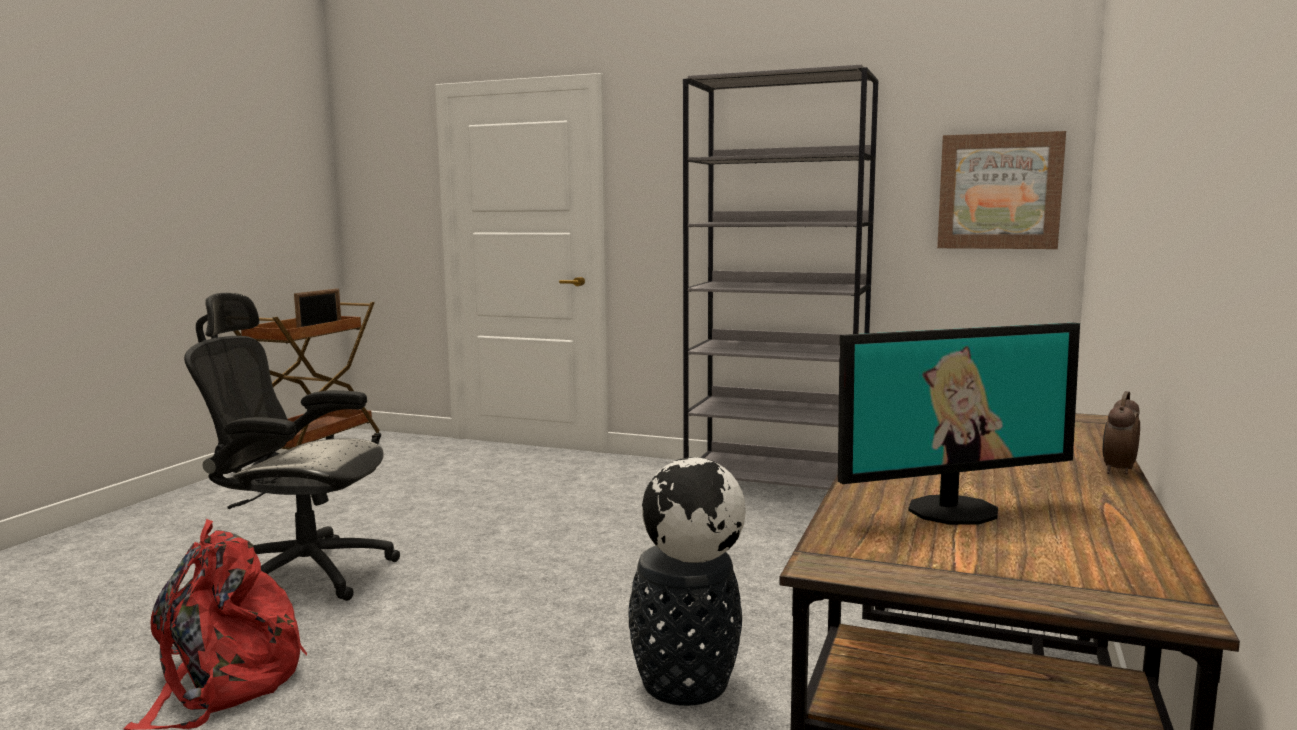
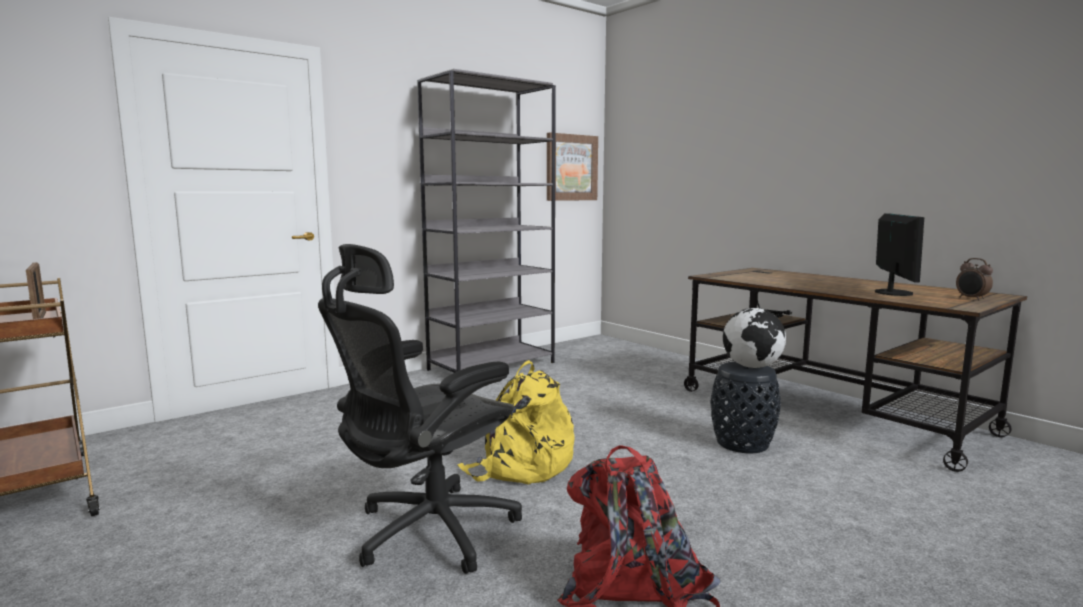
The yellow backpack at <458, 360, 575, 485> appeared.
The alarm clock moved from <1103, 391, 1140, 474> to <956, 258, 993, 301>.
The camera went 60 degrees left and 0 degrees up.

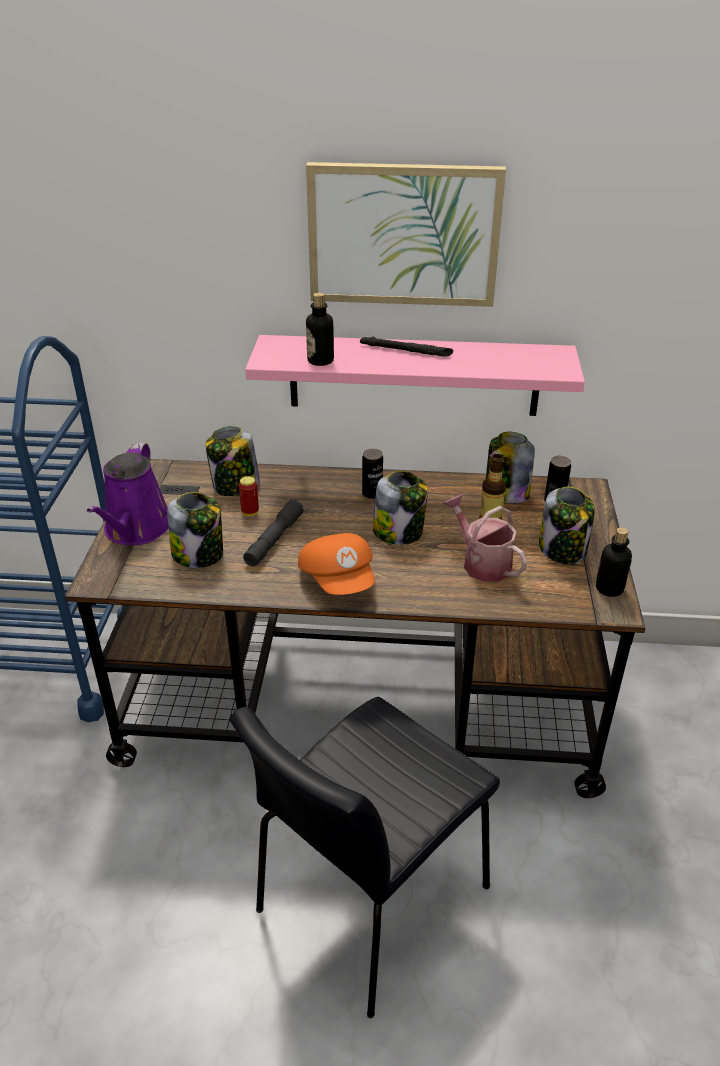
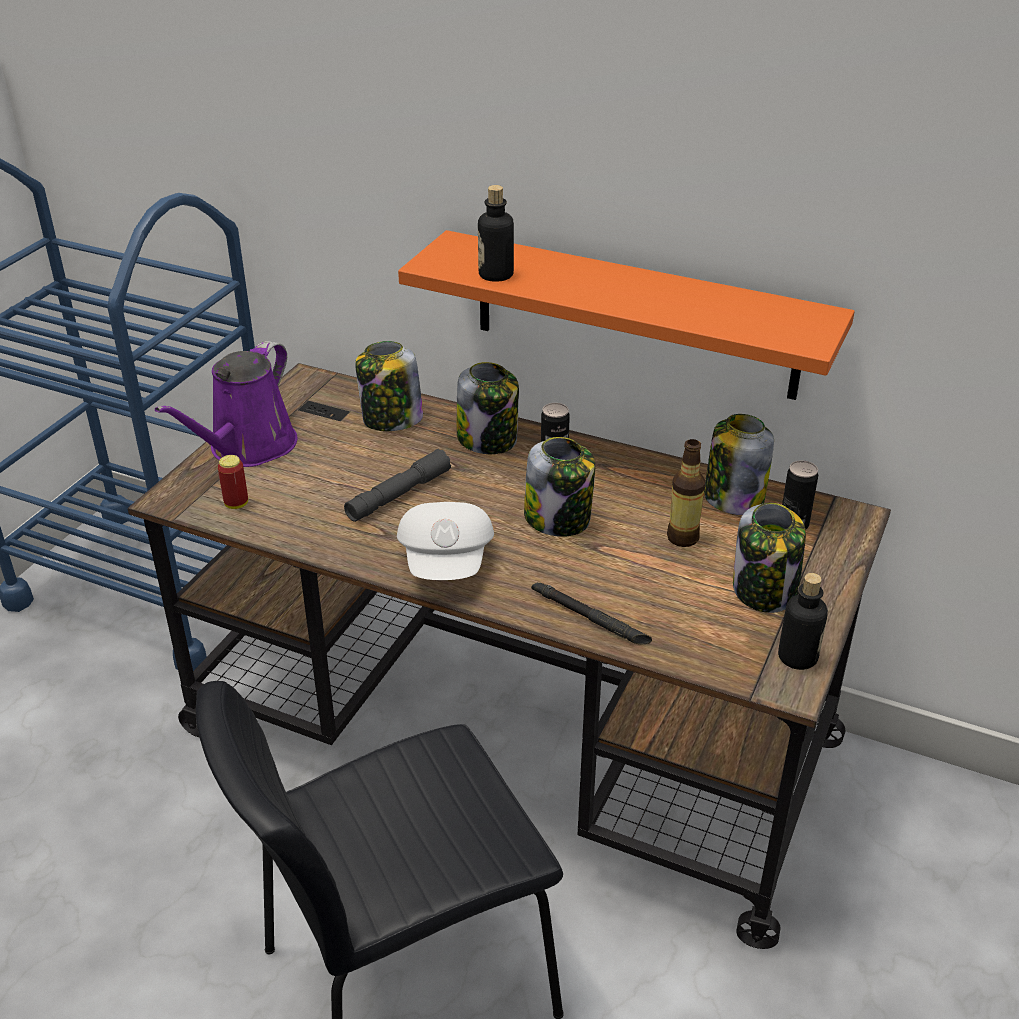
The can moved from <239, 476, 259, 516> to <218, 455, 248, 509>.
The orange cap at <298, 533, 375, 595> became the white cap at <397, 502, 494, 580>.
The pink shelf at <245, 335, 585, 416> became the orange shelf at <398, 230, 855, 400>.
The jar moved from <167, 492, 223, 568> to <457, 362, 519, 454>.
The black flashlight moved from <360, 336, 453, 357> to <531, 582, 652, 644>.
The picture at <306, 162, 506, 307> disappeared.
The watering can at <443, 494, 527, 582> disappeared.
The camera went 20 degrees right and 0 degrees up.

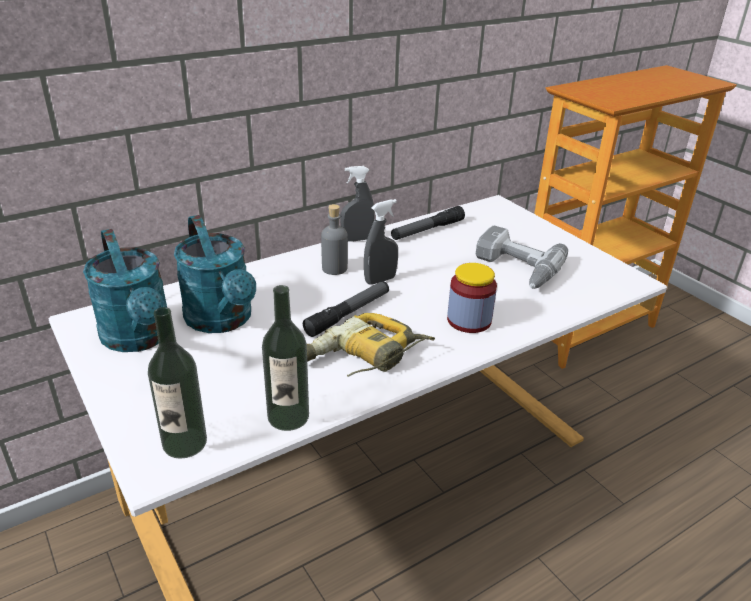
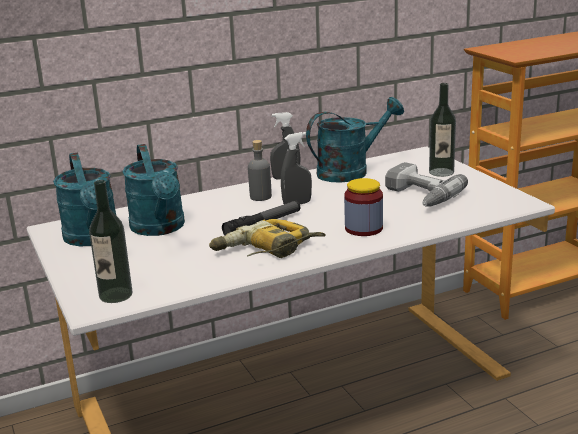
The flashlight at <391, 206, 465, 240> was replaced by the turquoise watering can at <306, 97, 404, 183>.
The bottle moved from <262, 285, 309, 431> to <429, 83, 456, 177>.
The camera went 10 degrees right and 10 degrees down.

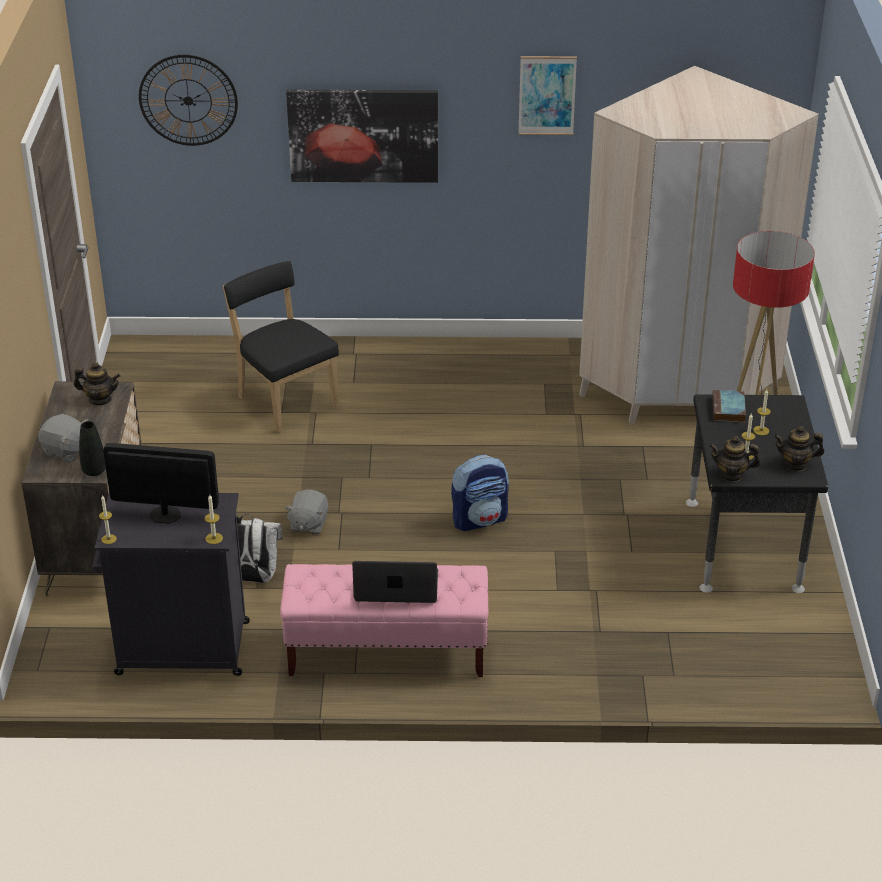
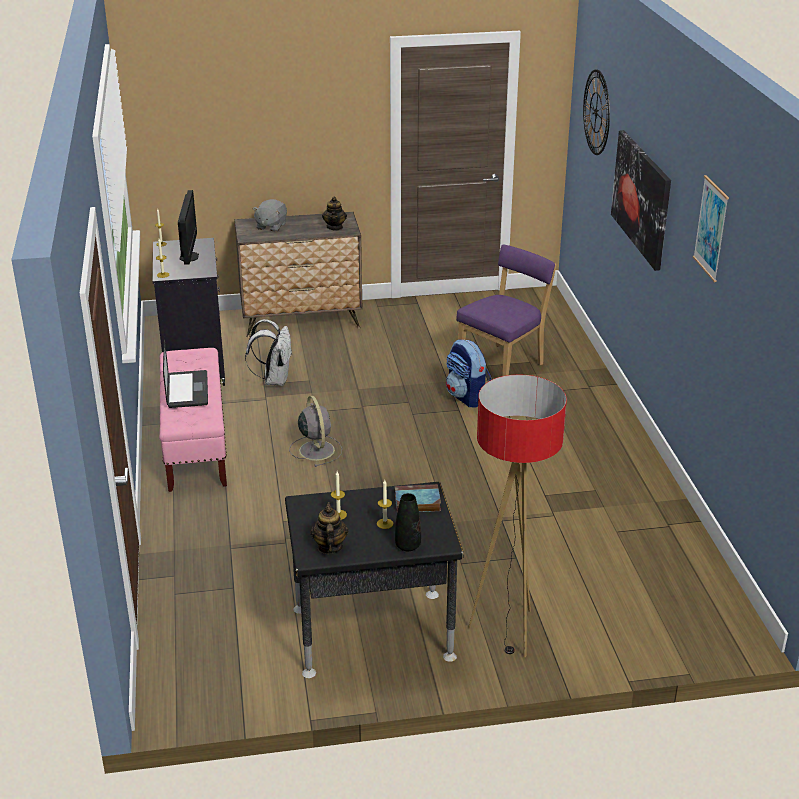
The grey fan at <289, 396, 342, 467> appeared.
The black vase moved from <79, 421, 106, 476> to <395, 493, 421, 551>.
The backpack moved from <451, 455, 509, 531> to <446, 339, 492, 408>.
The black chair at <223, 261, 339, 433> became the purple chair at <456, 244, 557, 376>.
The grey plush toy at <285, 490, 328, 535> disappeared.
The beige wardrobe at <579, 66, 819, 424> disappeared.
The teapot at <709, 436, 760, 482> disappeared.
The camera went 80 degrees right and 5 degrees down.

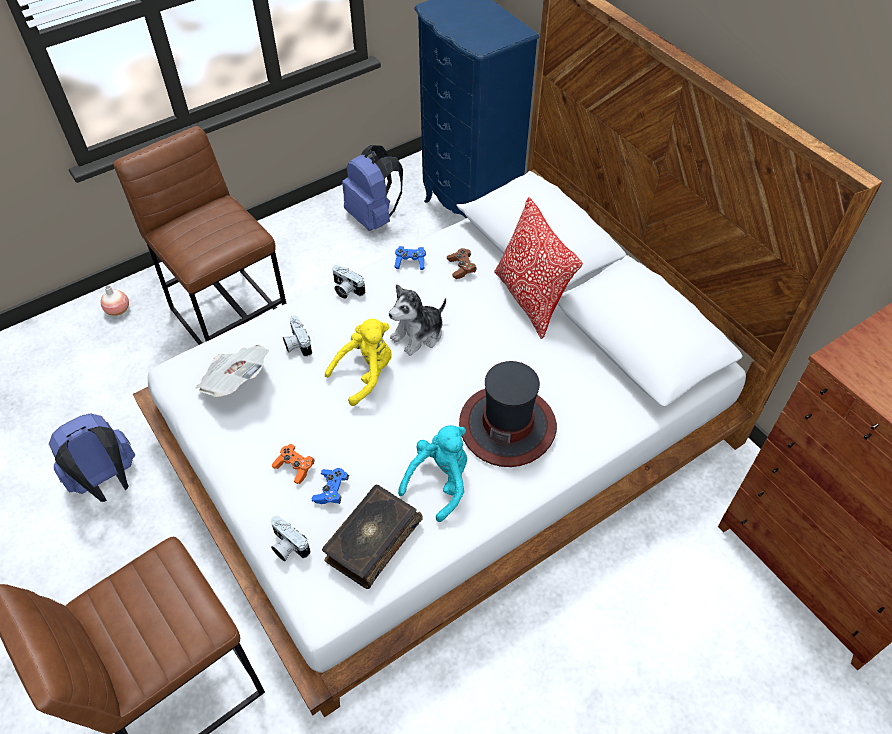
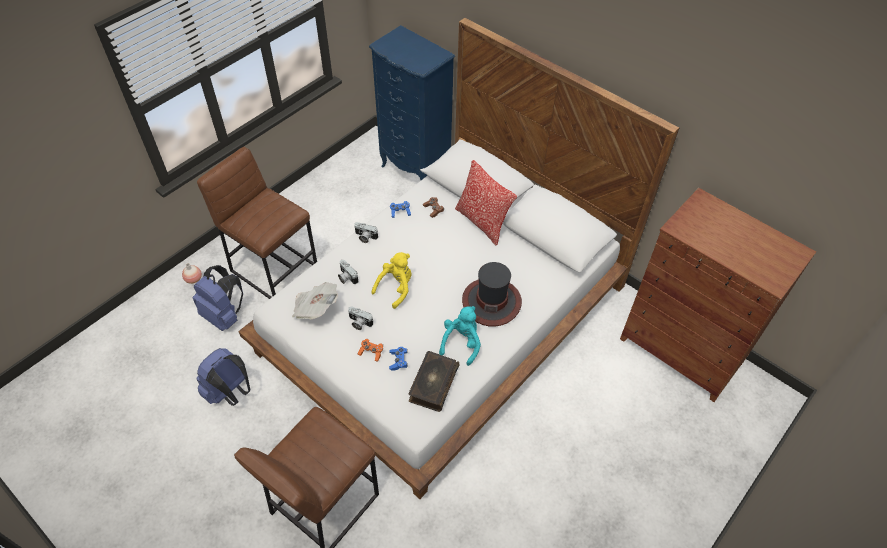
The blue backpack moved from <342, 145, 403, 231> to <193, 265, 243, 331>.
The photo camera moved from <271, 516, 310, 561> to <348, 307, 373, 330>.
The plush toy at <389, 284, 446, 356> disappeared.
The camera went 15 degrees left and 0 degrees up.

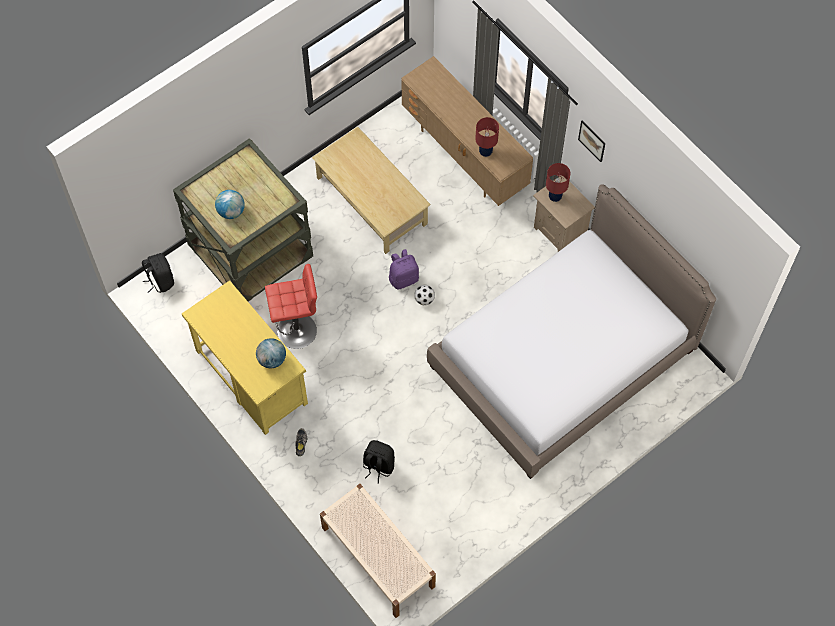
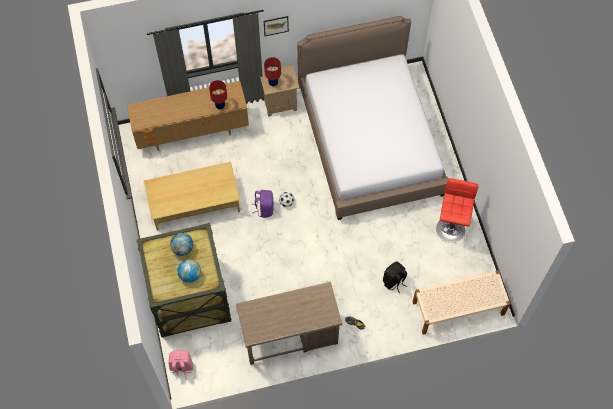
The black backpack at <142, 253, 174, 293> became the pink backpack at <169, 350, 193, 380>.
The globe moved from <256, 338, 286, 368> to <170, 233, 193, 256>.
The yellow desk at <182, 280, 308, 435> became the brown desk at <236, 282, 342, 365>.
The red stool moved from <265, 264, 317, 349> to <436, 178, 478, 243>.
The camera went 65 degrees left and 0 degrees up.

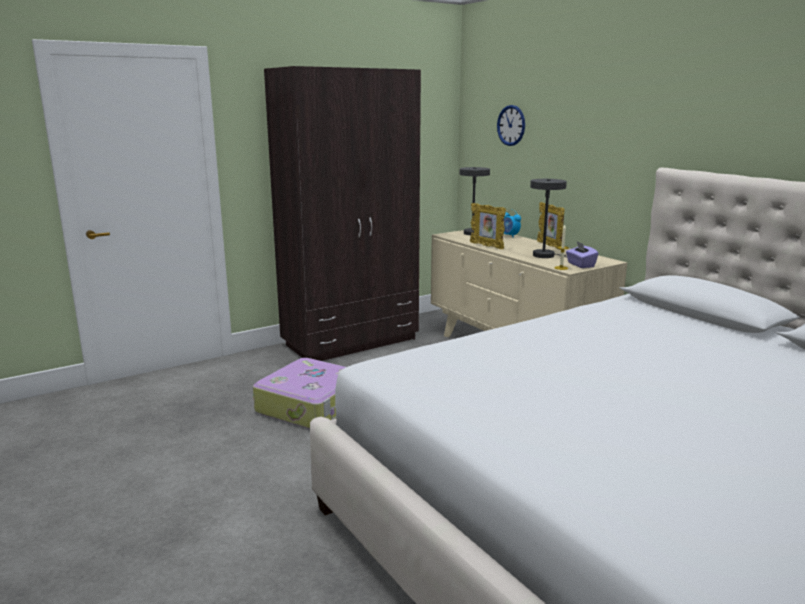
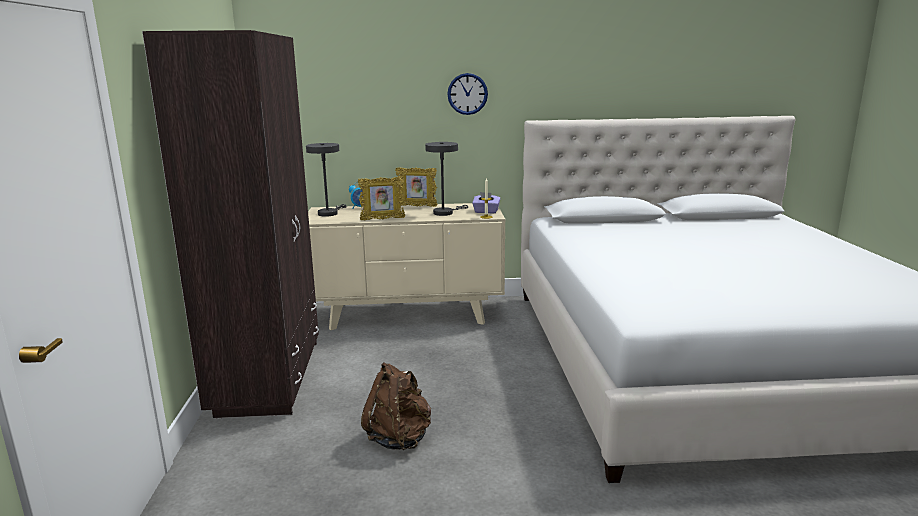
The suitcase at <253, 358, 346, 429> was replaced by the brown backpack at <361, 362, 431, 450>.
The wall clock moved from <497, 105, 525, 146> to <447, 73, 488, 115>.
The camera went 60 degrees left and 0 degrees up.

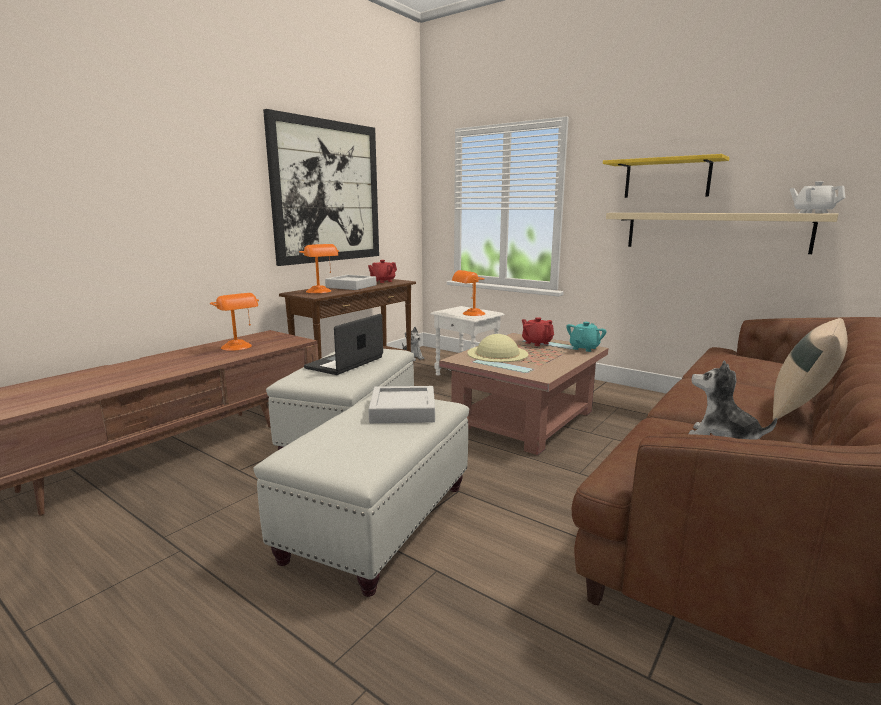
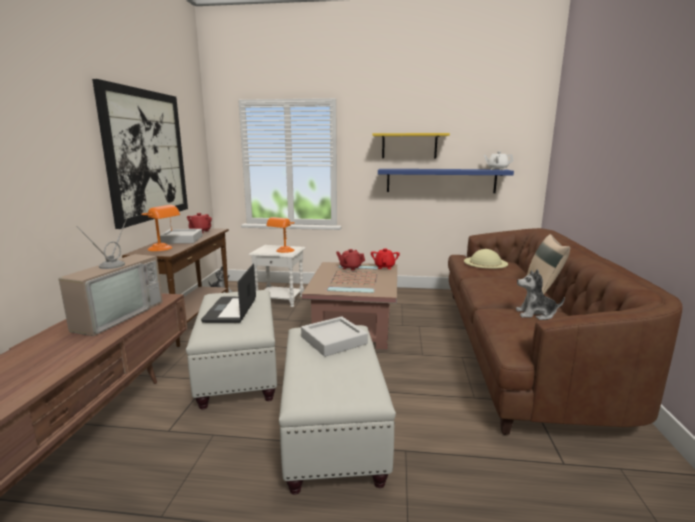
The orange table lamp at <210, 293, 259, 351> was replaced by the television at <58, 216, 163, 336>.
The turquoise teapot at <566, 322, 607, 352> became the red teapot at <371, 248, 400, 269>.
The beige shelf at <606, 213, 838, 254> became the blue shelf at <378, 169, 514, 193>.
The beige hat moved from <467, 334, 528, 362> to <464, 249, 508, 269>.
The camera went 30 degrees left and 0 degrees up.

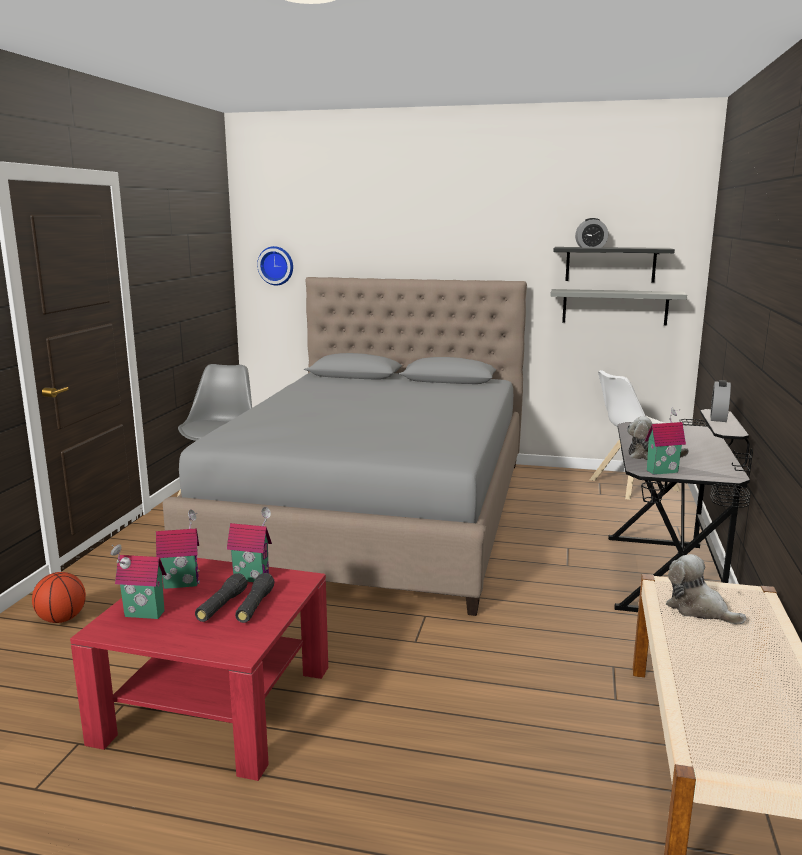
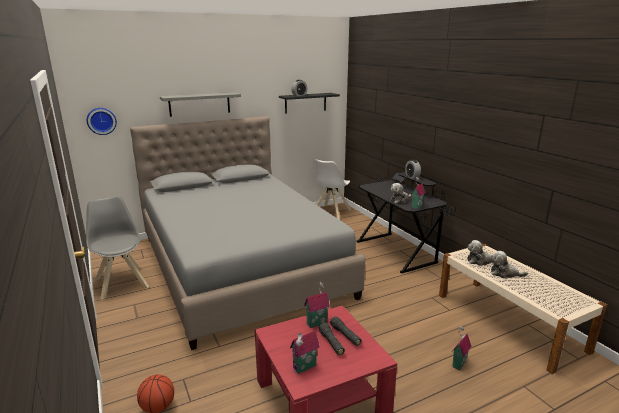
The grey shelf moved from <550, 289, 687, 326> to <160, 92, 241, 117>.
The toy house moved from <156, 509, 200, 589> to <452, 325, 471, 370>.
The plush toy at <491, 251, 528, 278> appeared.
The camera went 40 degrees left and 5 degrees up.

